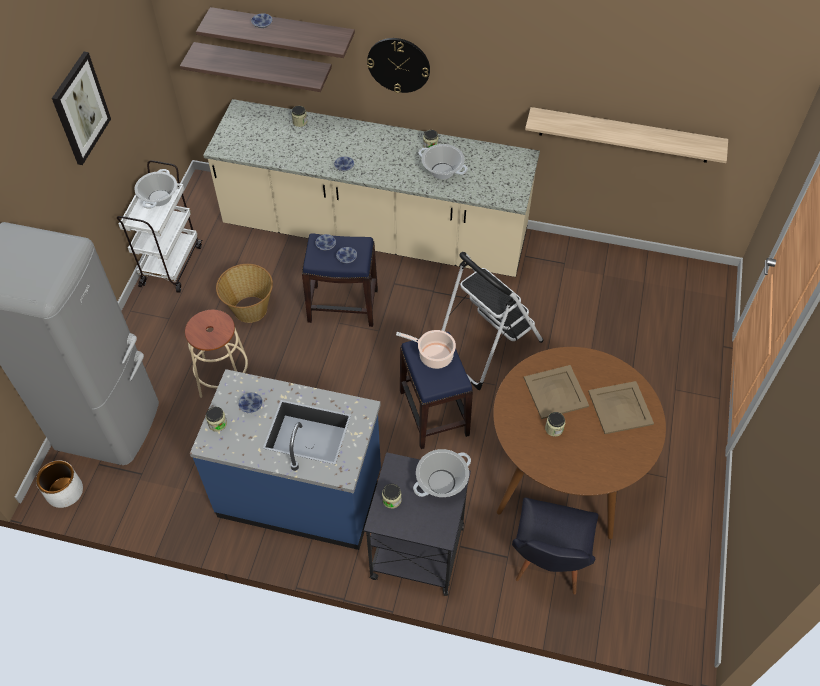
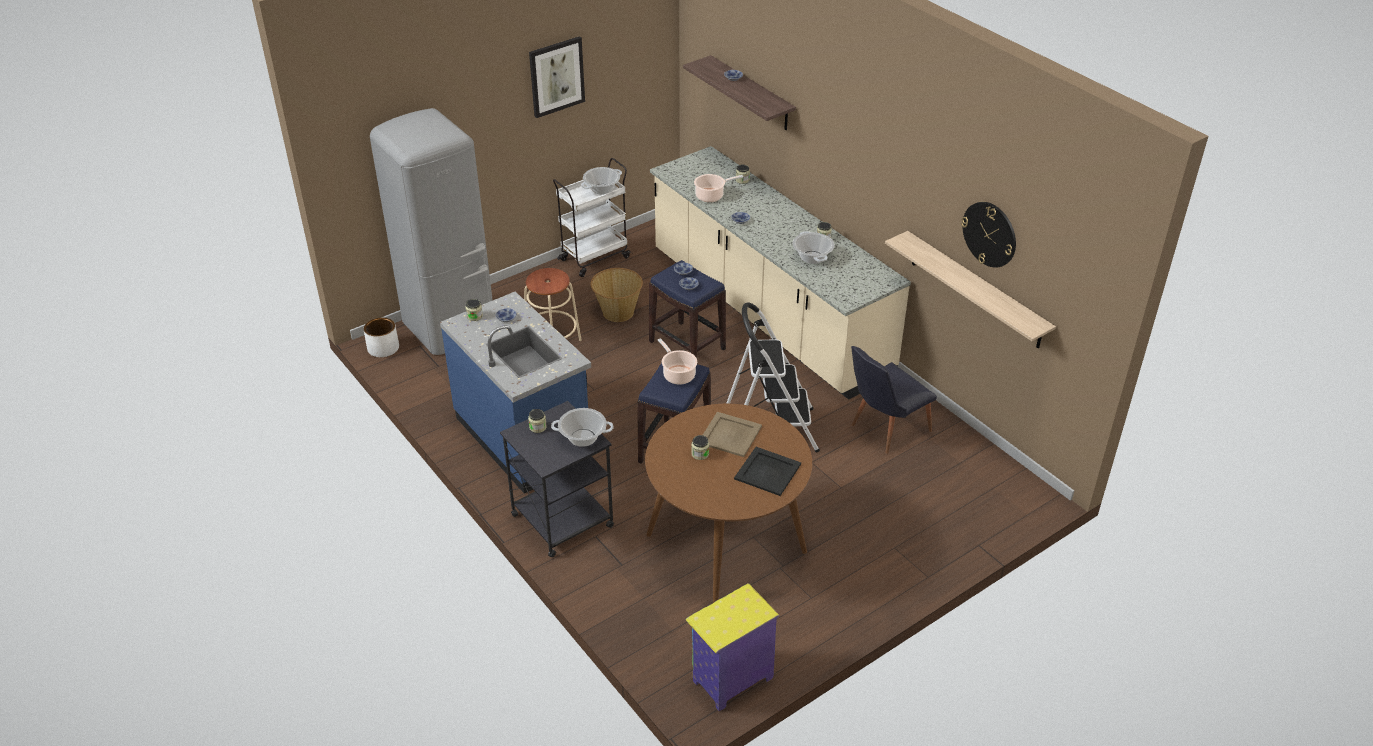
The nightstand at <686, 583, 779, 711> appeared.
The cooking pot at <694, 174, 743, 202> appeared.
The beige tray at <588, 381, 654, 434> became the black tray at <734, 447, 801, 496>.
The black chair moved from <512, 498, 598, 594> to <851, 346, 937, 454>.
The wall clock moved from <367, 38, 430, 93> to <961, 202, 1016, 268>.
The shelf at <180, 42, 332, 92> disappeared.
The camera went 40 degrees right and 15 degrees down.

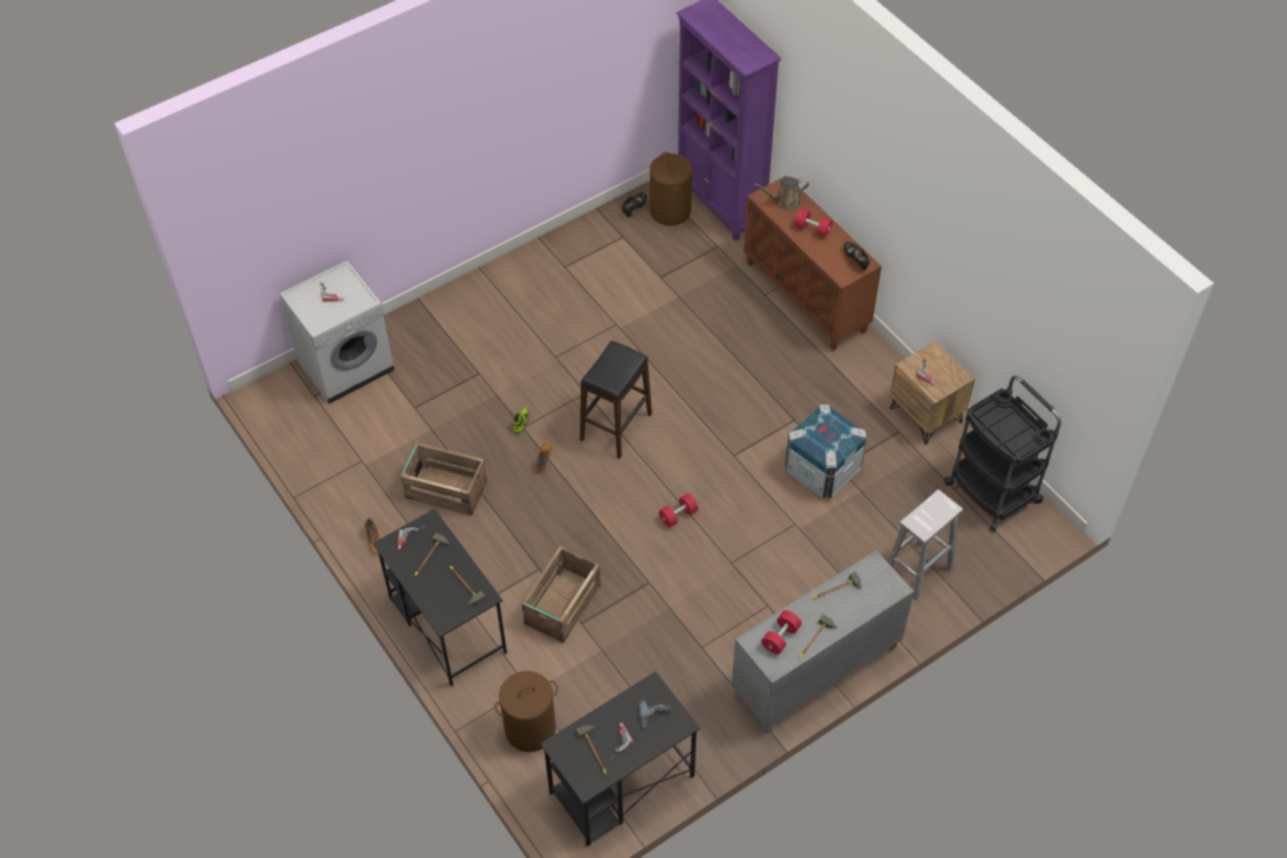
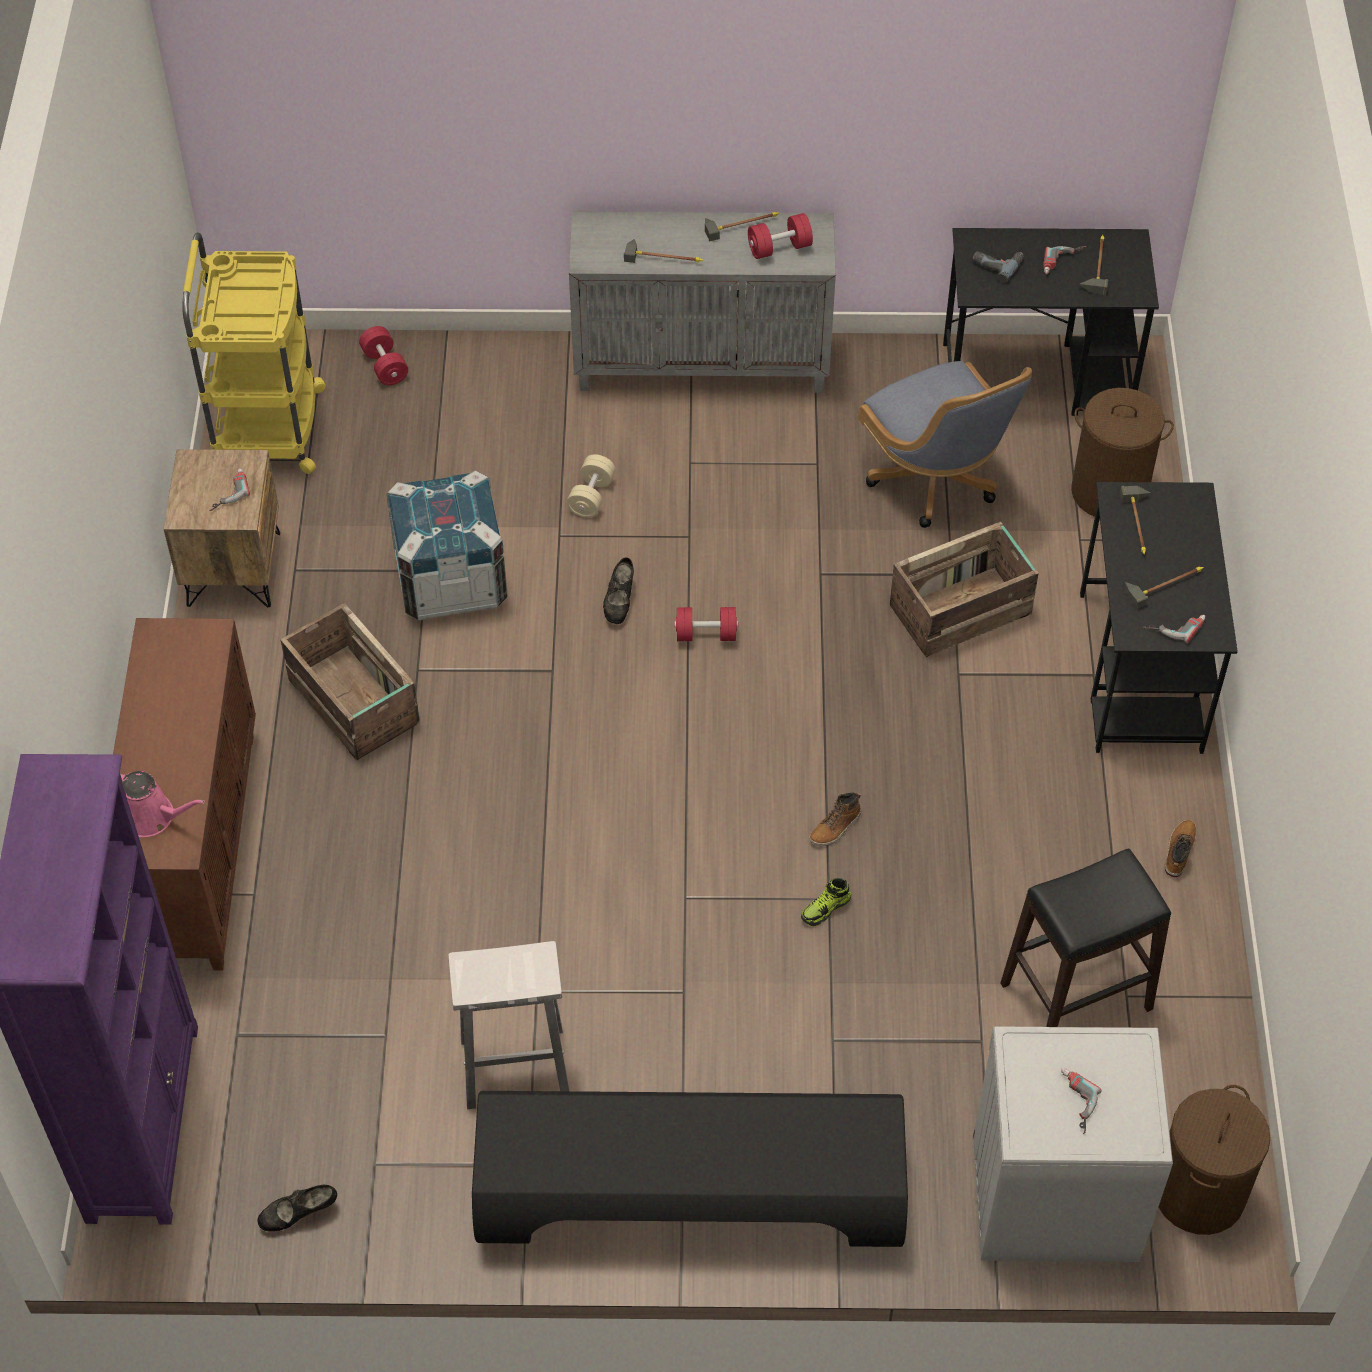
The brown watering can at <754, 177, 809, 211> became the pink watering can at <120, 771, 205, 837>.
The black cart at <944, 376, 1061, 532> became the yellow cart at <182, 233, 326, 474>.
The crate moved from <400, 443, 487, 516> to <280, 603, 420, 761>.
The red dumbbell moved from <795, 208, 833, 238> to <359, 326, 408, 385>.
The white stool moved from <888, 490, 963, 600> to <448, 941, 570, 1109>.
The black bench at <472, 1091, 908, 1247> appeared.
The beige dumbbell at <567, 454, 615, 518> appeared.
The black shoe moved from <843, 241, 870, 270> to <603, 557, 634, 624>.
The blue office chair at <858, 361, 1032, 528> appeared.
The black stool moved from <580, 341, 652, 459> to <1000, 848, 1171, 1027>.
The brown laundry basket moved from <650, 152, 692, 226> to <1158, 1085, 1270, 1235>.
The camera went 145 degrees left and 0 degrees up.

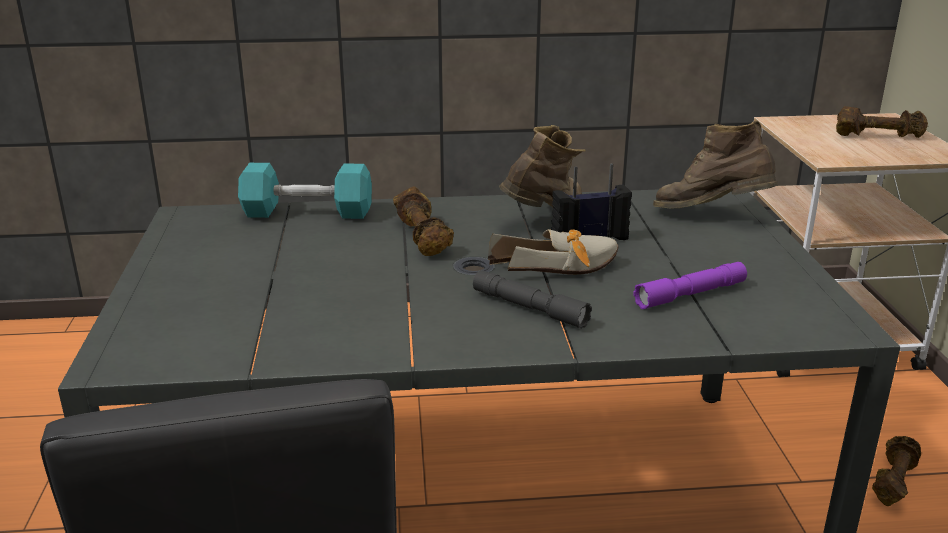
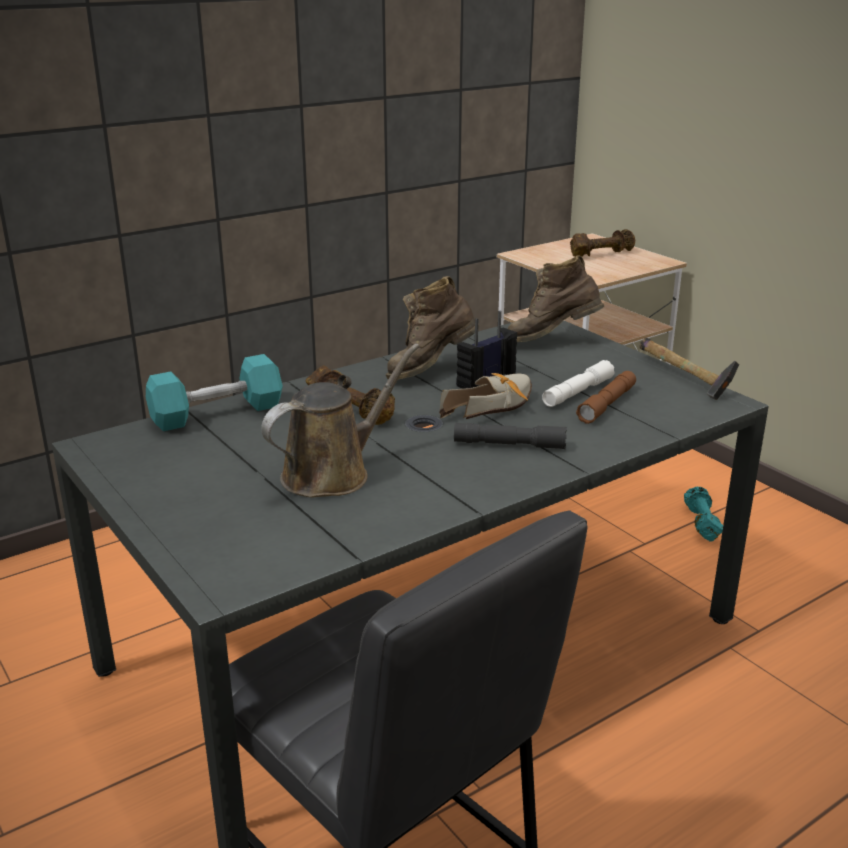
The brown watering can at <261, 344, 420, 497> appeared.
The brown boot at <499, 125, 586, 208> turned 135 degrees counterclockwise.
The white flashlight at <542, 360, 615, 407> appeared.
The purple flashlight at <633, 262, 747, 309> became the brown flashlight at <576, 371, 636, 424>.
The hammer at <640, 338, 739, 400> appeared.
The brown dumbbell at <872, 436, 921, 506> became the turquoise dumbbell at <684, 487, 723, 542>.
The camera went 30 degrees left and 0 degrees up.

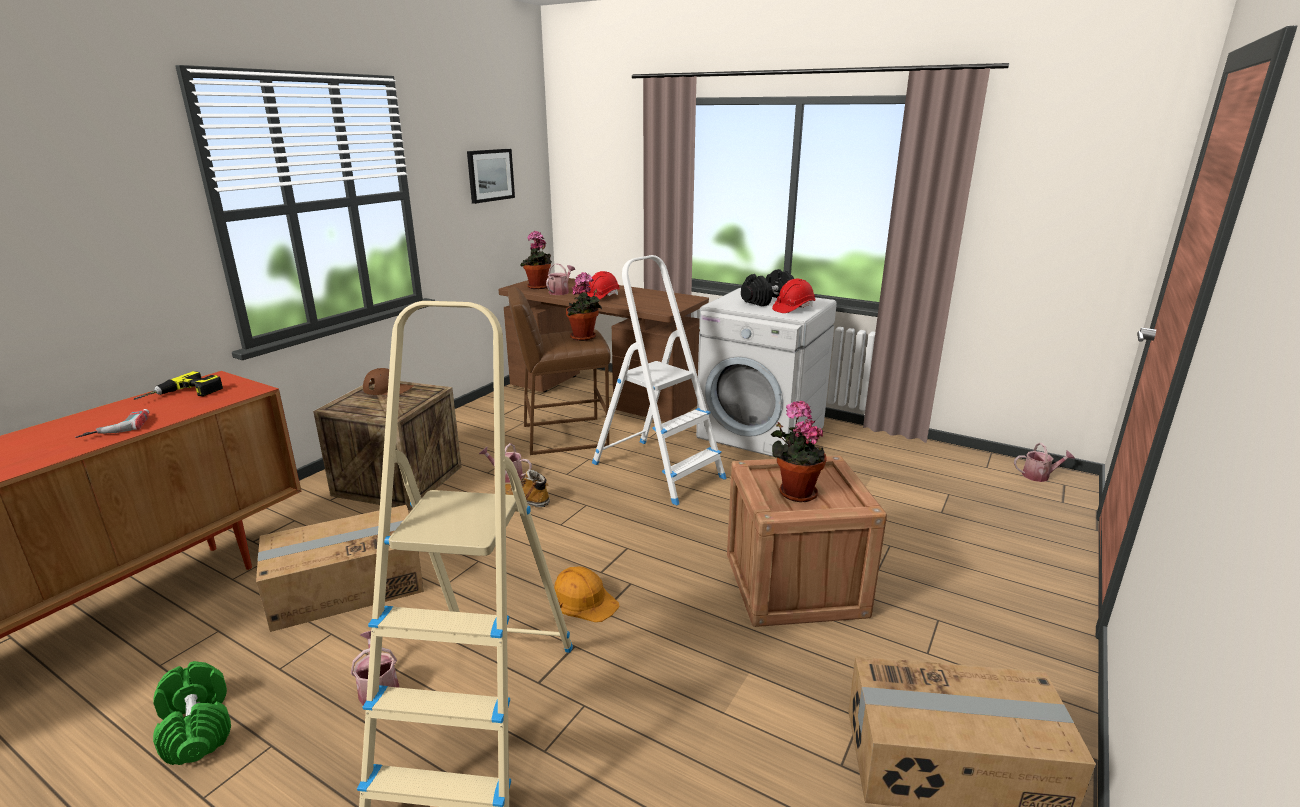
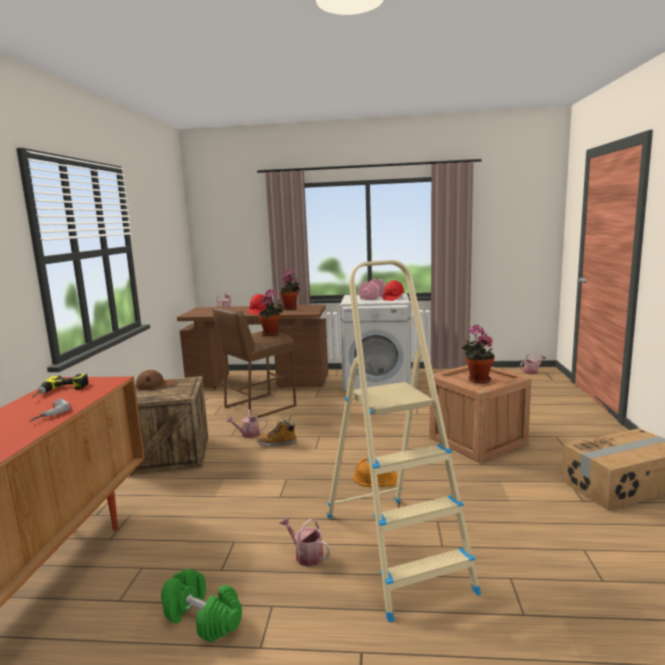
The potted plant moved from <520, 231, 552, 289> to <279, 269, 300, 310>.
The black dumbbell at <741, 269, 794, 306> became the pink dumbbell at <359, 279, 386, 300>.
The cardboard box at <256, 505, 424, 632> disappeared.
The picture at <467, 149, 515, 204> disappeared.
The white step ladder at <592, 255, 726, 505> disappeared.
The camera went 25 degrees left and 10 degrees down.

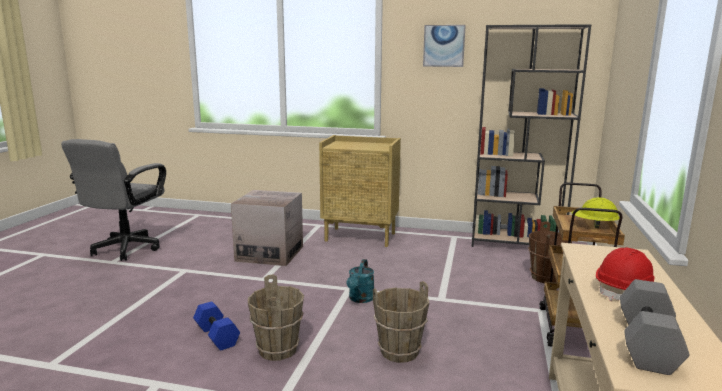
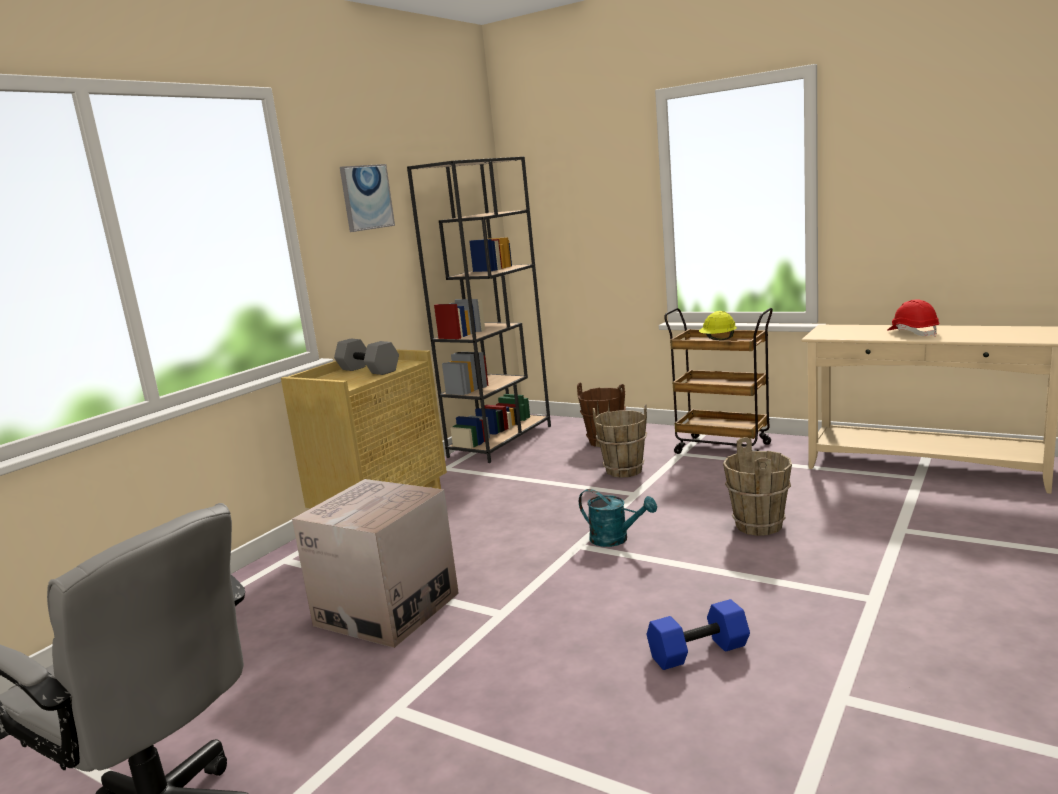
The grey dumbbell moved from <620, 279, 690, 375> to <334, 339, 399, 375>.
The brown bucket moved from <248, 275, 304, 361> to <593, 404, 647, 478>.
The camera went 70 degrees left and 0 degrees up.

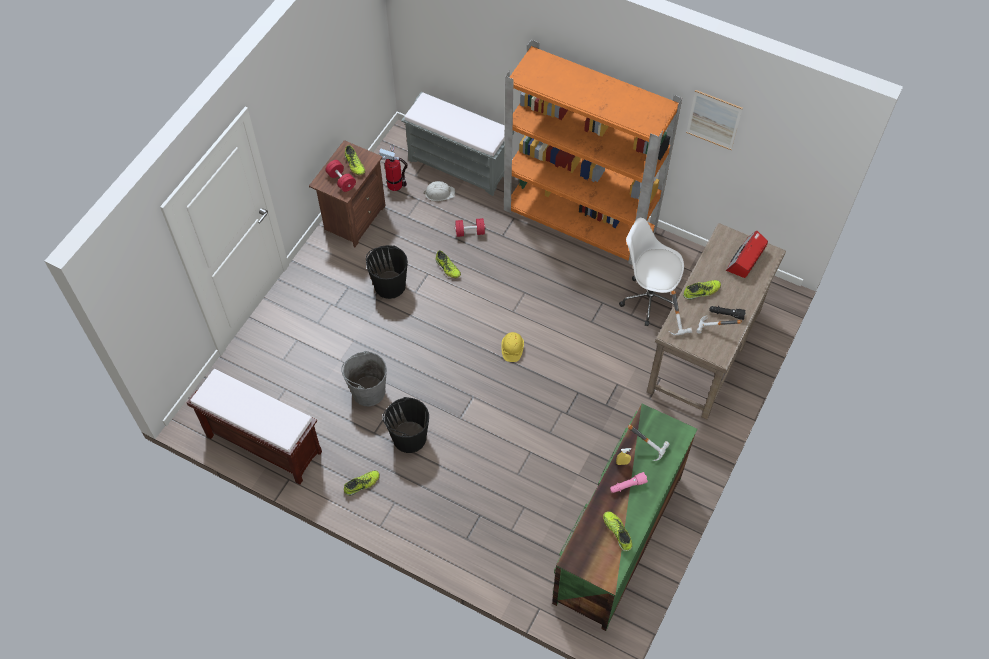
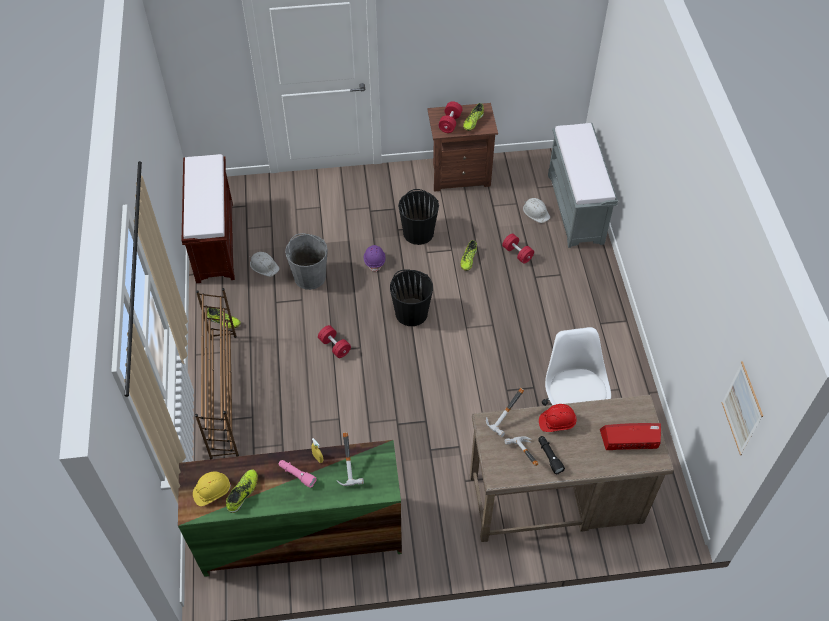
The yellow hard hat moved from <501, 332, 524, 362> to <193, 472, 231, 506>.
The brown shoe rack at <195, 288, 239, 459> appeared.
The white hard hat at <250, 252, 280, 277> appeared.
The red dumbbell at <318, 325, 351, 358> appeared.
The purple hard hat at <364, 245, 386, 272> appeared.
The black bucket moved from <382, 397, 429, 453> to <390, 269, 433, 326>.
The shoe at <683, 280, 721, 300> was replaced by the red hard hat at <539, 404, 577, 432>.
The picture moved from <686, 90, 743, 150> to <722, 361, 763, 455>.
The fire extinguisher at <379, 145, 408, 191> disappeared.
The orange bookcase at <504, 40, 682, 265> disappeared.
The camera went 55 degrees right and 5 degrees down.

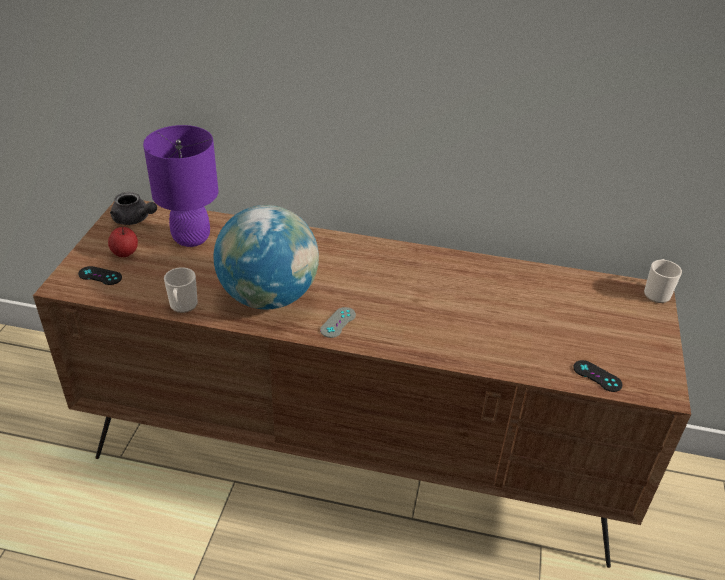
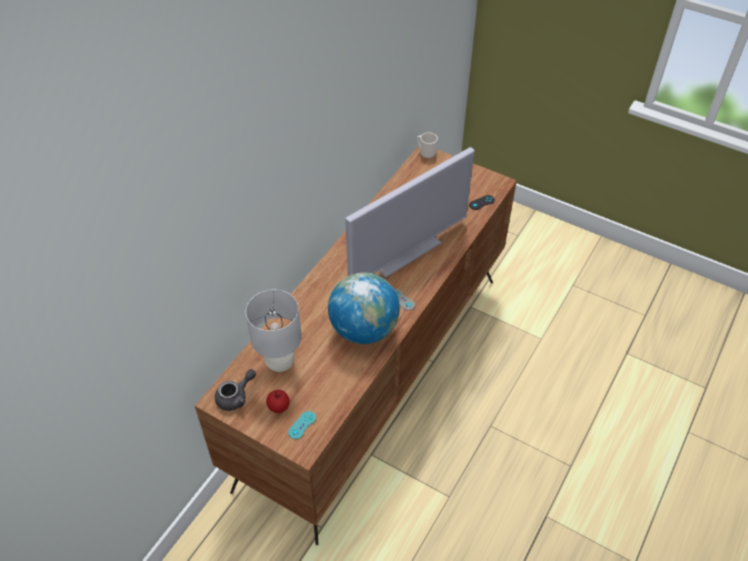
The purple table lamp at <143, 125, 218, 247> became the grey table lamp at <246, 290, 302, 372>.
The black game controller at <78, 266, 122, 285> became the turquoise game controller at <288, 411, 316, 439>.
The television at <345, 147, 474, 277> appeared.
The mug at <164, 267, 198, 313> disappeared.
The camera went 70 degrees left and 10 degrees up.

